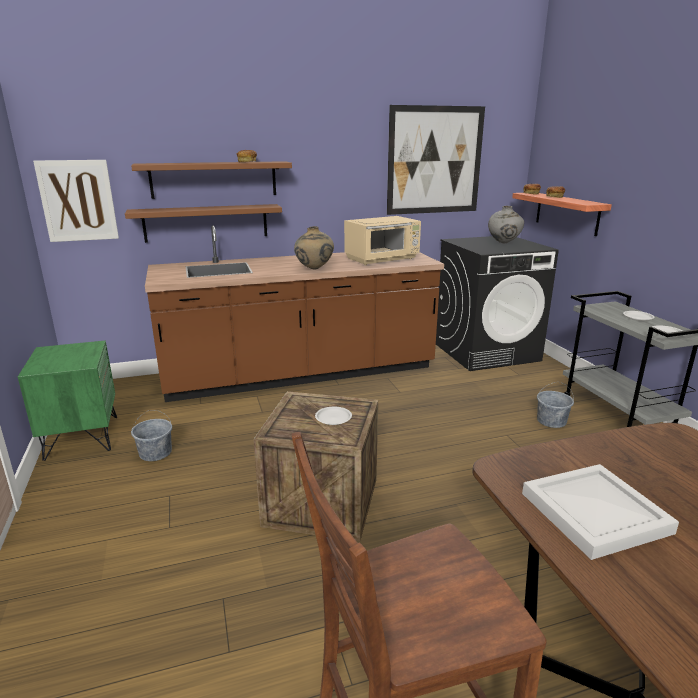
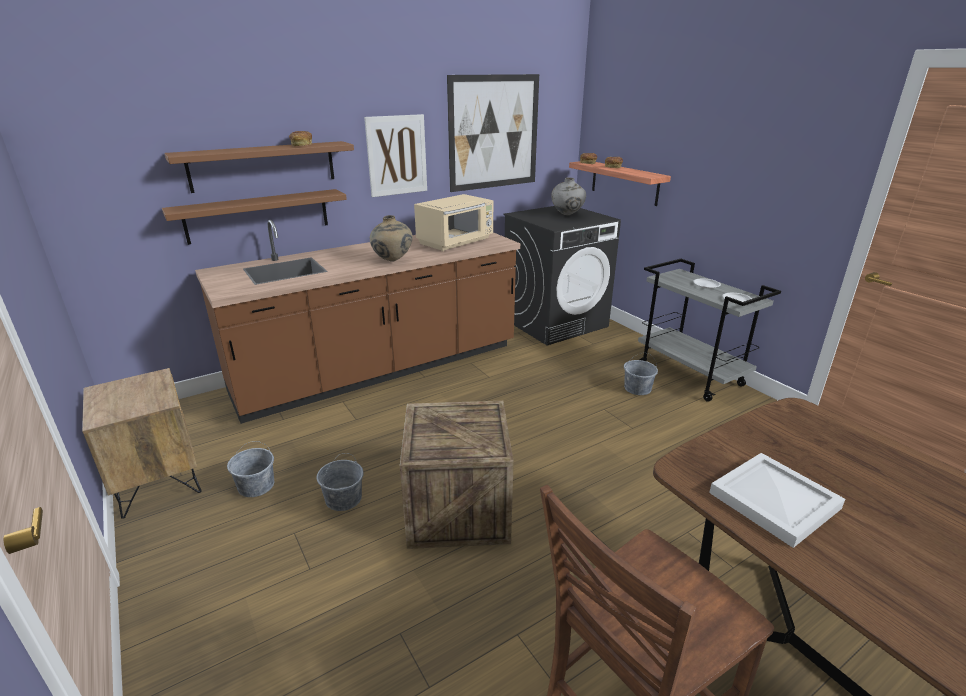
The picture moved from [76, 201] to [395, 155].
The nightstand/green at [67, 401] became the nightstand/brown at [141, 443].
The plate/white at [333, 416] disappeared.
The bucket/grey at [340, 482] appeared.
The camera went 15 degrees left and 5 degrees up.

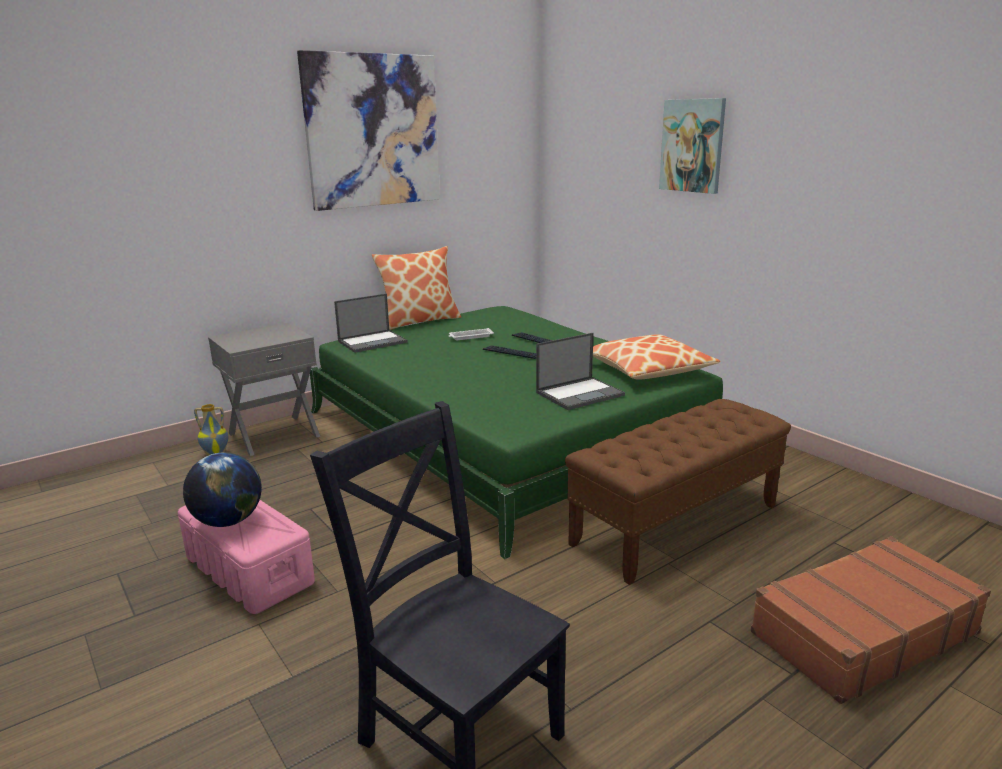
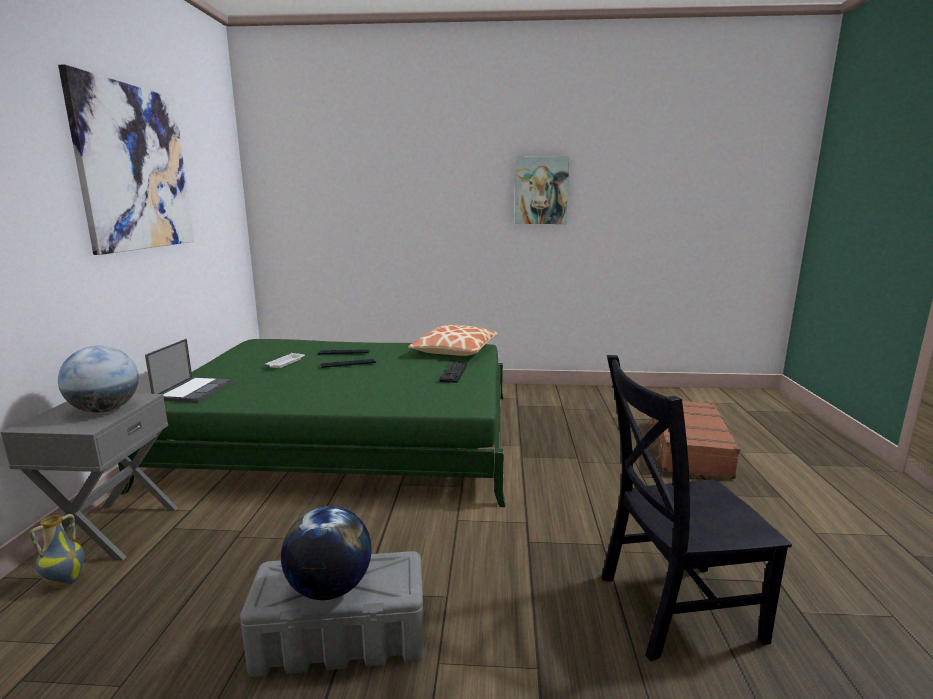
The picture moved from [692, 146] to [542, 190].
The pillow at [416, 288] disappeared.
The laptop at [580, 371] was replaced by the keyboard at [453, 372].
The bench/brown at [678, 492] disappeared.
The storage box/pink at [246, 557] became the storage box/grey at [332, 614].
The globe at [98, 379] appeared.
The camera went 50 degrees left and 5 degrees down.

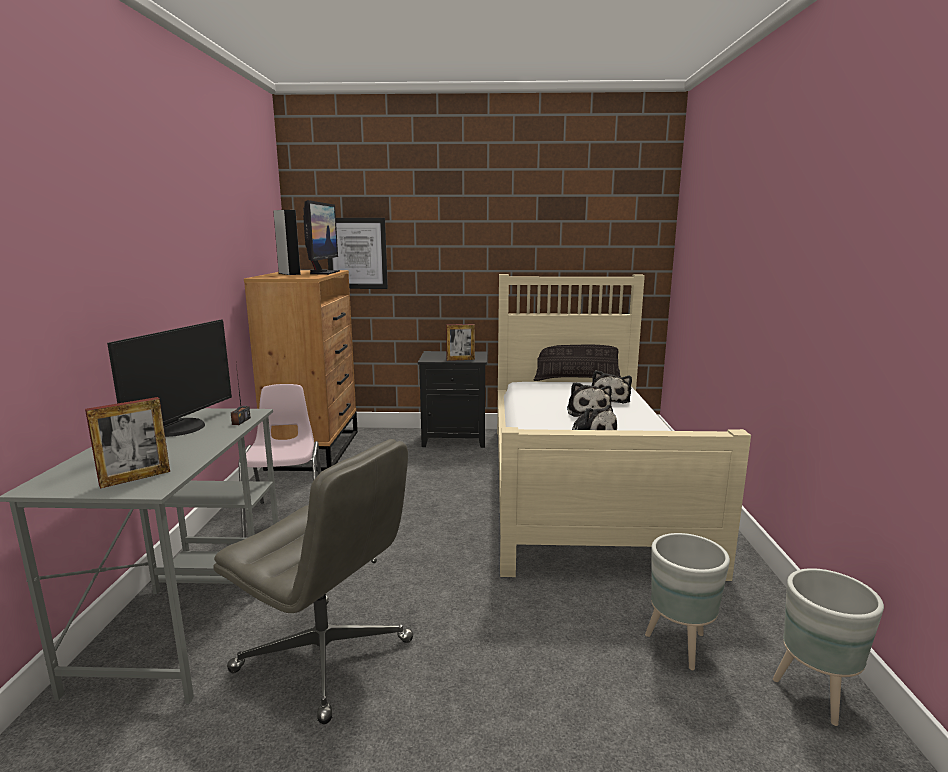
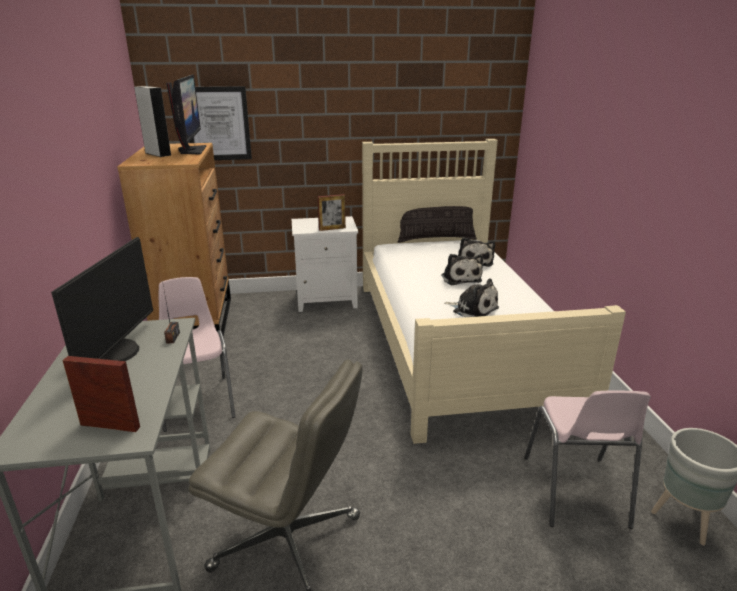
The nightstand/black at [452, 399] became the nightstand/white at [325, 264].
The picture frame at [127, 443] turned 120 degrees counterclockwise.
The planter/grey at [687, 601] was replaced by the chair/pink at [587, 460].
The camera went 10 degrees left and 10 degrees up.

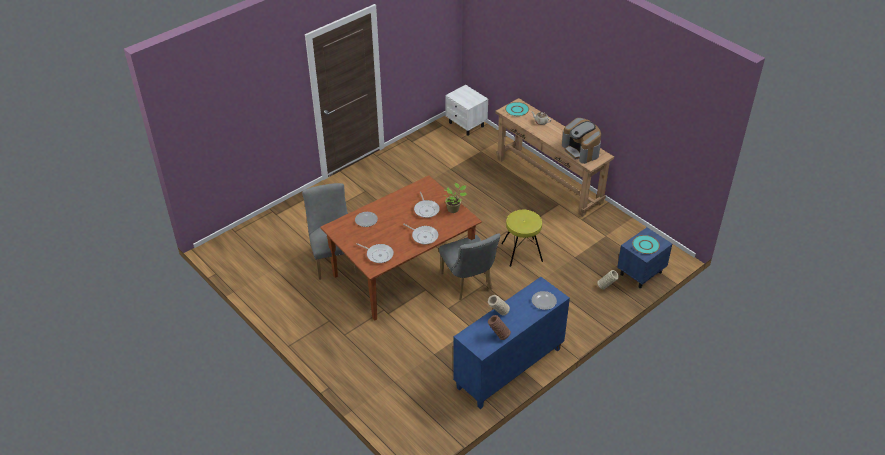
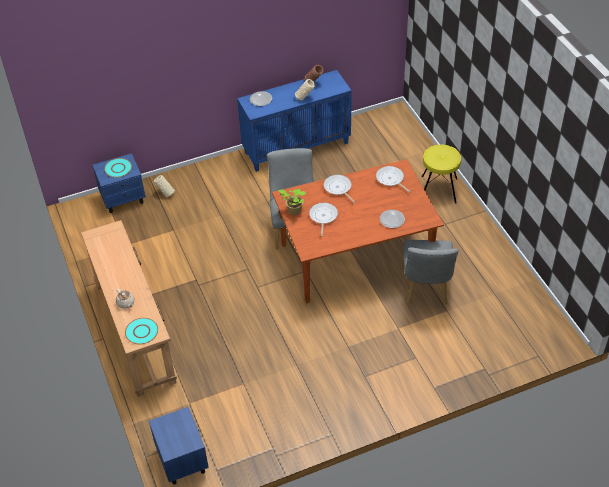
The nightstand/white at [467, 110] became the nightstand/blue at [179, 446].
The coffee machine at [581, 141] disappeared.
The stool/yellow moved from [522, 238] to [441, 174].
The camera went 160 degrees left and 5 degrees up.

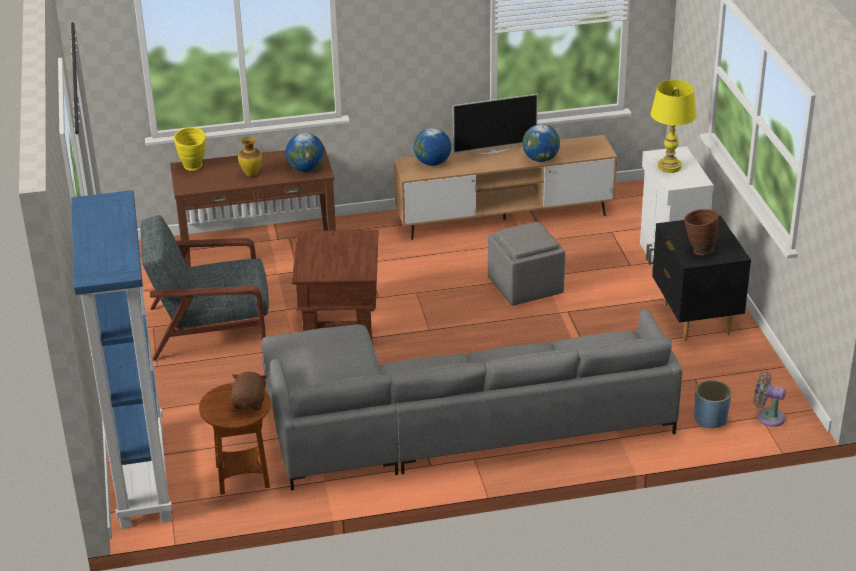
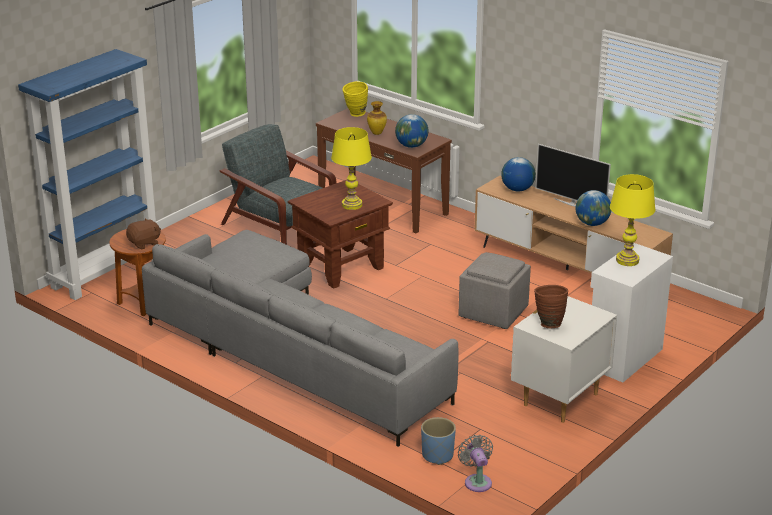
The nightstand/black at [701, 278] became the nightstand/white at [564, 359].
The table lamp/yellow at [351, 168] appeared.
The camera went 50 degrees right and 5 degrees down.

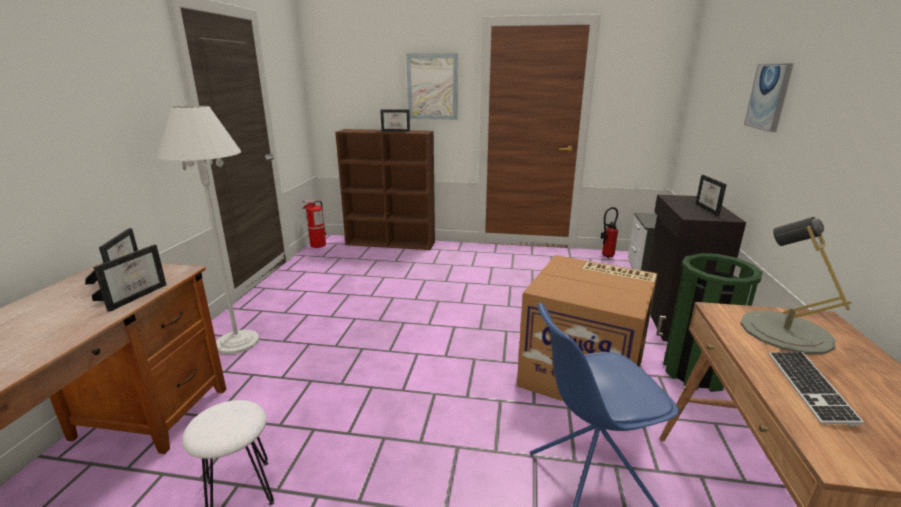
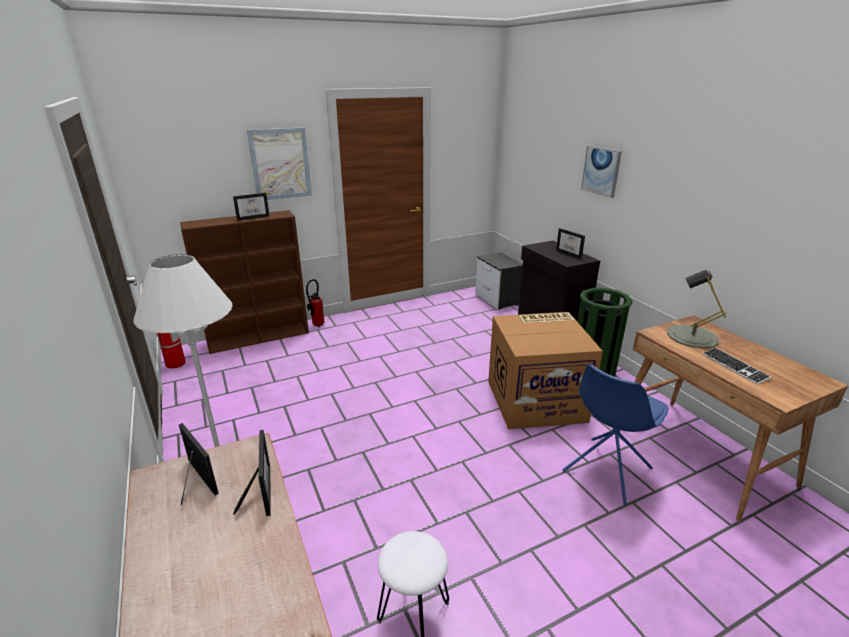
The fire extinguisher moved from [609, 232] to [315, 303].
The camera went 35 degrees left and 5 degrees up.

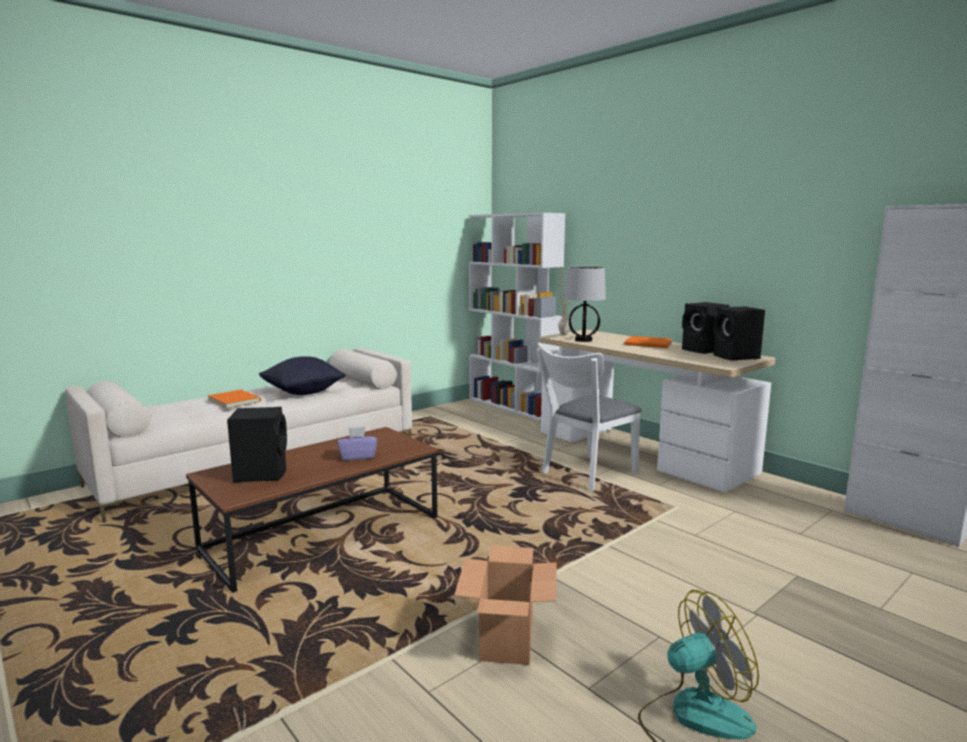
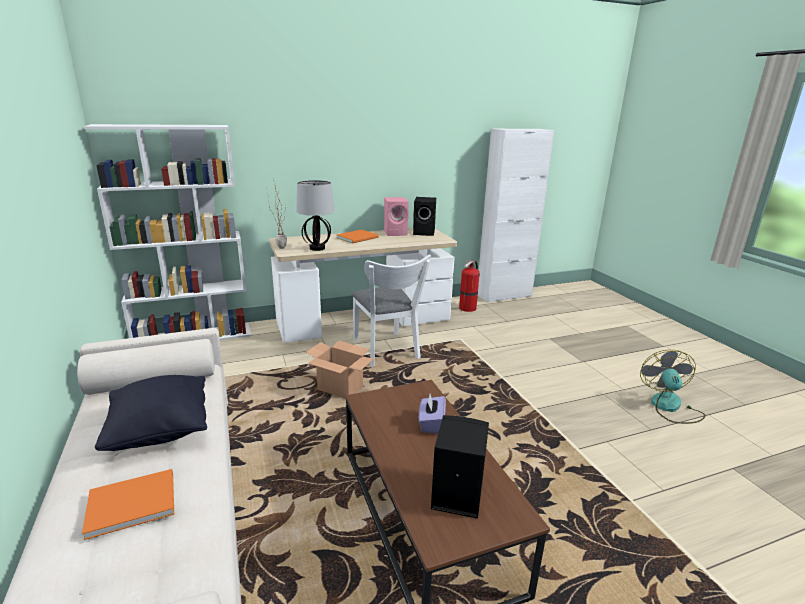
The speaker/black at [705, 328] became the speaker/pink at [396, 216].
The cardboard box moved from [505, 605] to [340, 370].
The fire extinguisher at [469, 286] appeared.
The camera went 70 degrees left and 10 degrees up.

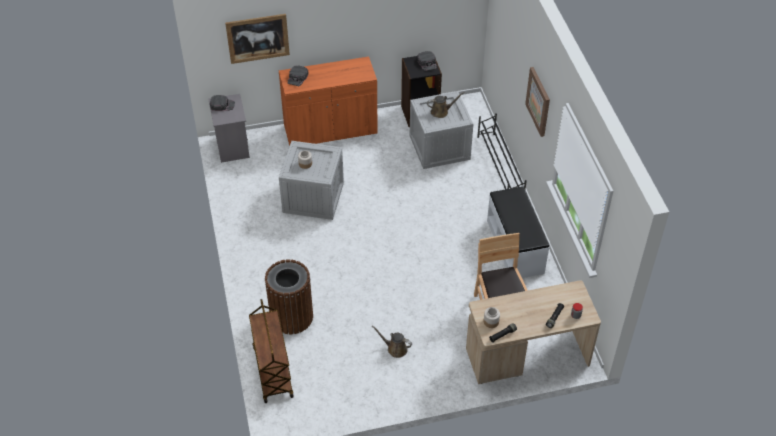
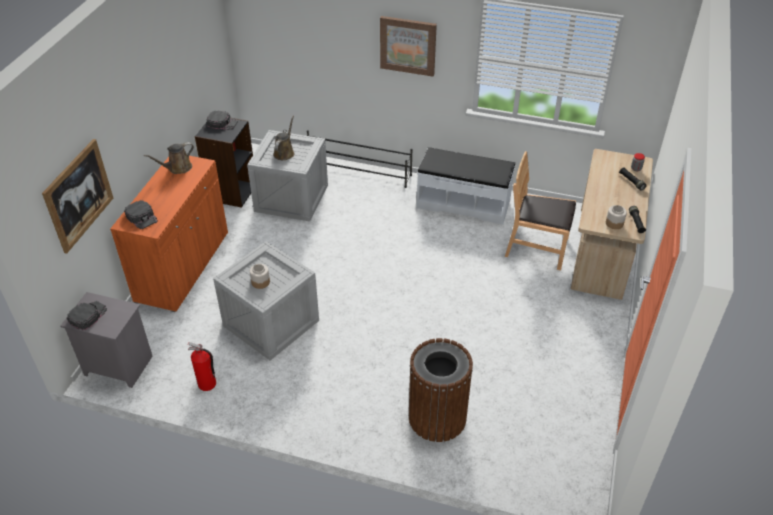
The cart/brown at [271, 351] disappeared.
The watering can/brown moved from [392, 341] to [169, 158].
The fire extinguisher at [202, 366] appeared.
The camera went 60 degrees left and 5 degrees down.

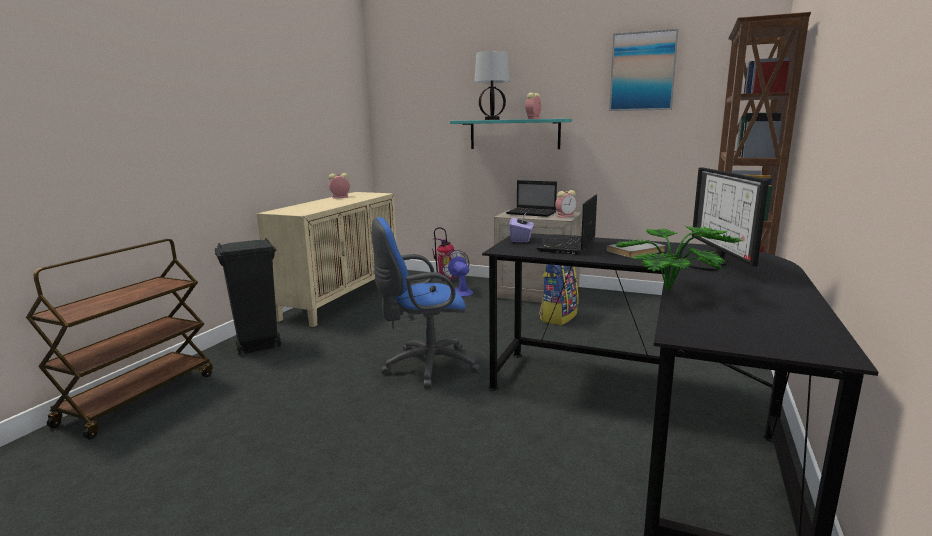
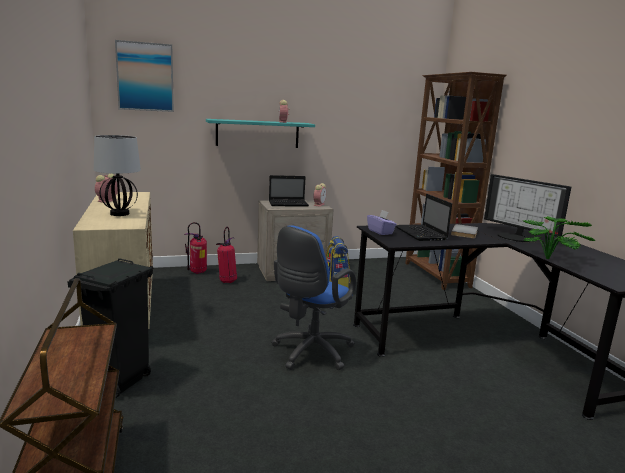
The picture moved from [644, 70] to [144, 76].
The table lamp moved from [492, 85] to [117, 175].
The fan at [457, 273] was replaced by the fire extinguisher at [226, 255].
The camera went 40 degrees left and 0 degrees up.

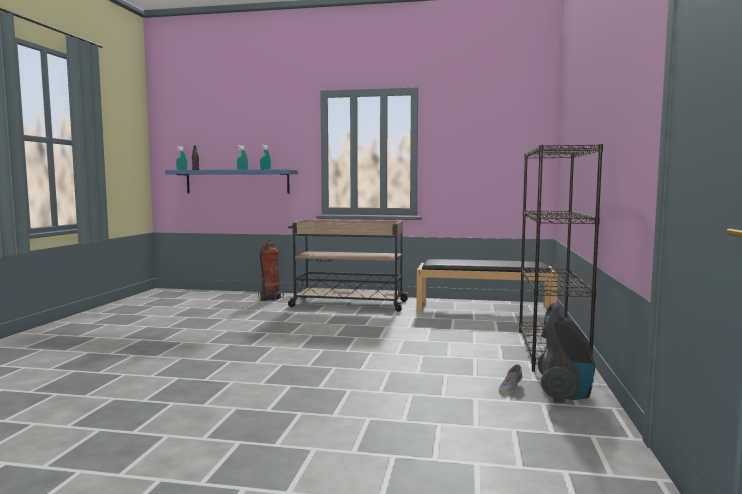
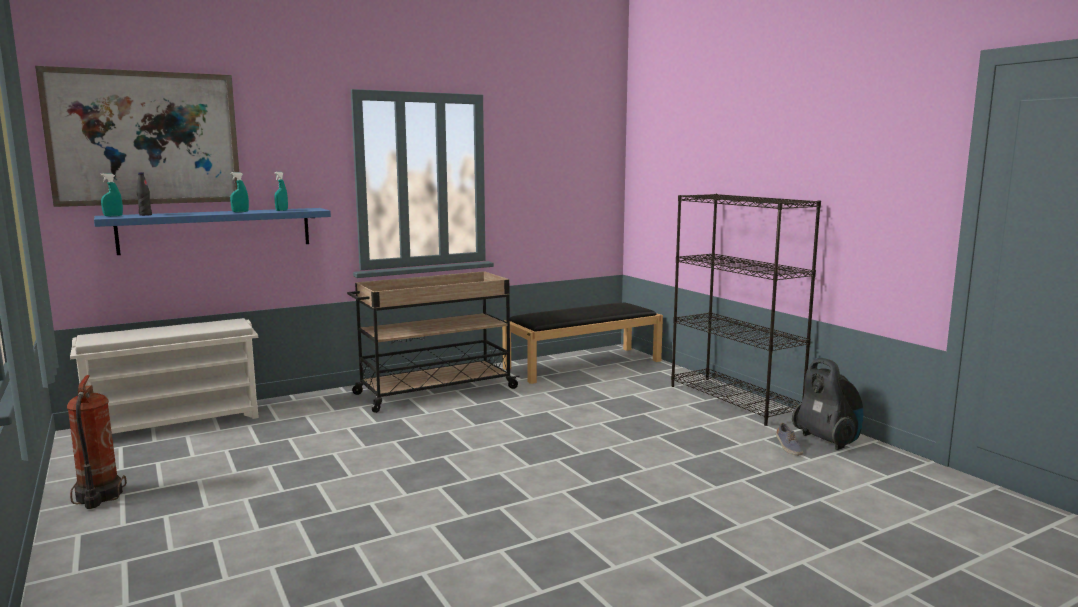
The fire extinguisher moved from [271, 269] to [97, 442].
The picture at [137, 136] appeared.
The shoe rack/white at [164, 376] appeared.
The camera went 40 degrees left and 5 degrees up.

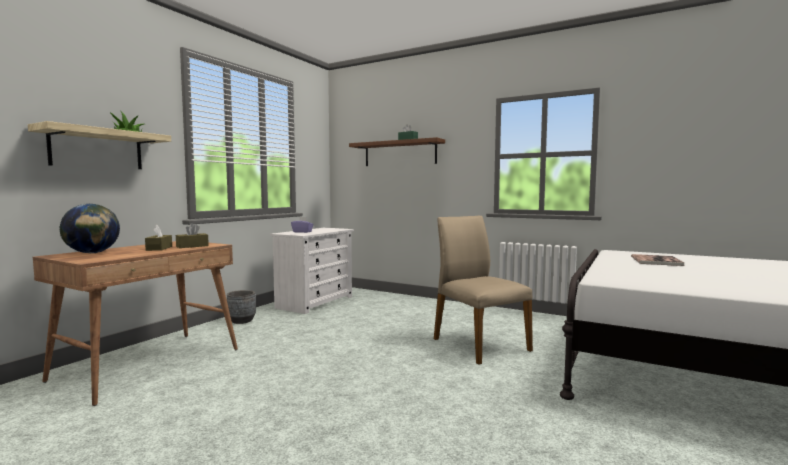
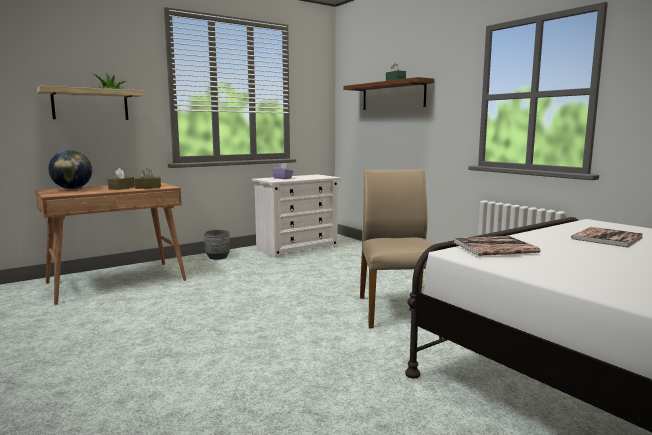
The book at [497, 246] appeared.
The camera went 25 degrees right and 5 degrees up.

